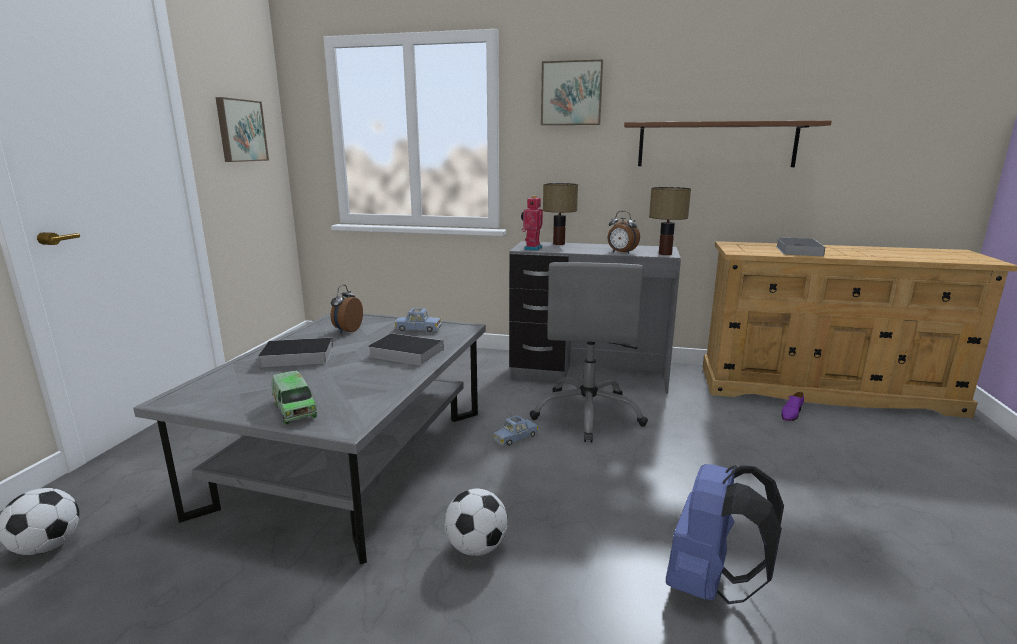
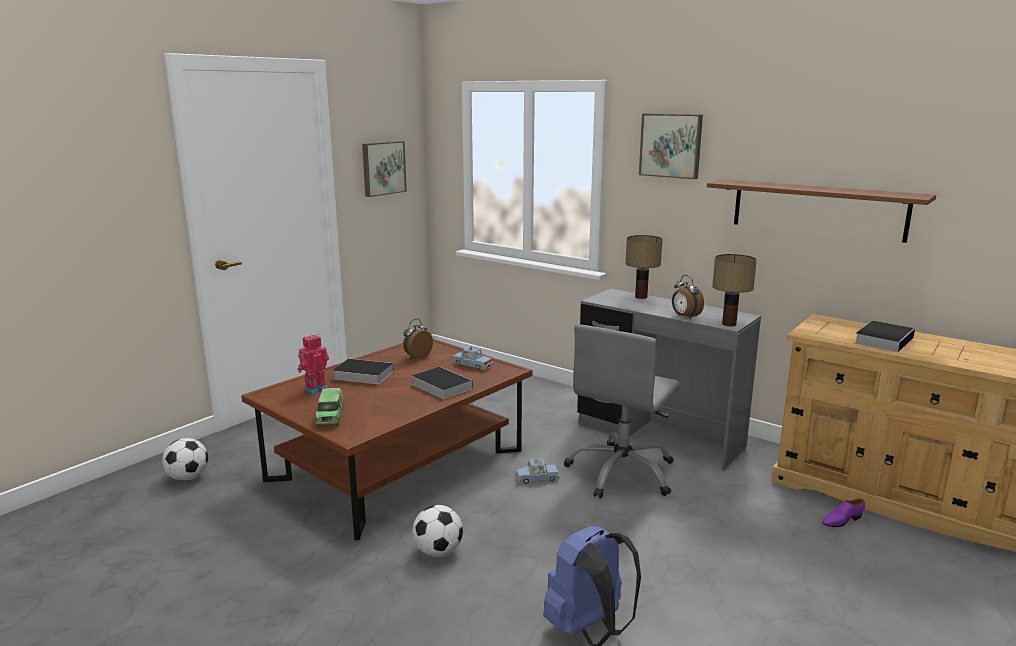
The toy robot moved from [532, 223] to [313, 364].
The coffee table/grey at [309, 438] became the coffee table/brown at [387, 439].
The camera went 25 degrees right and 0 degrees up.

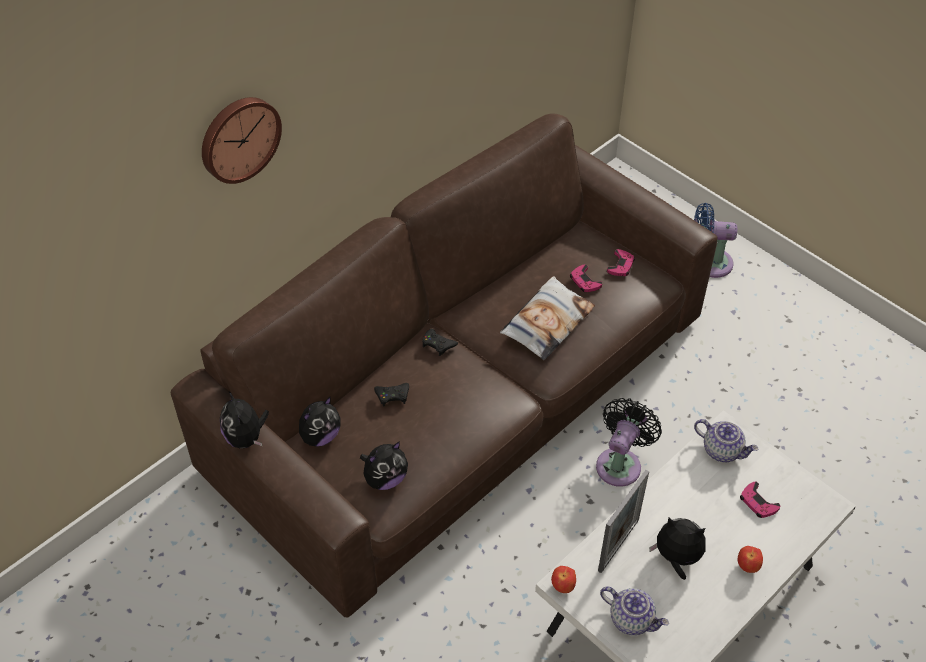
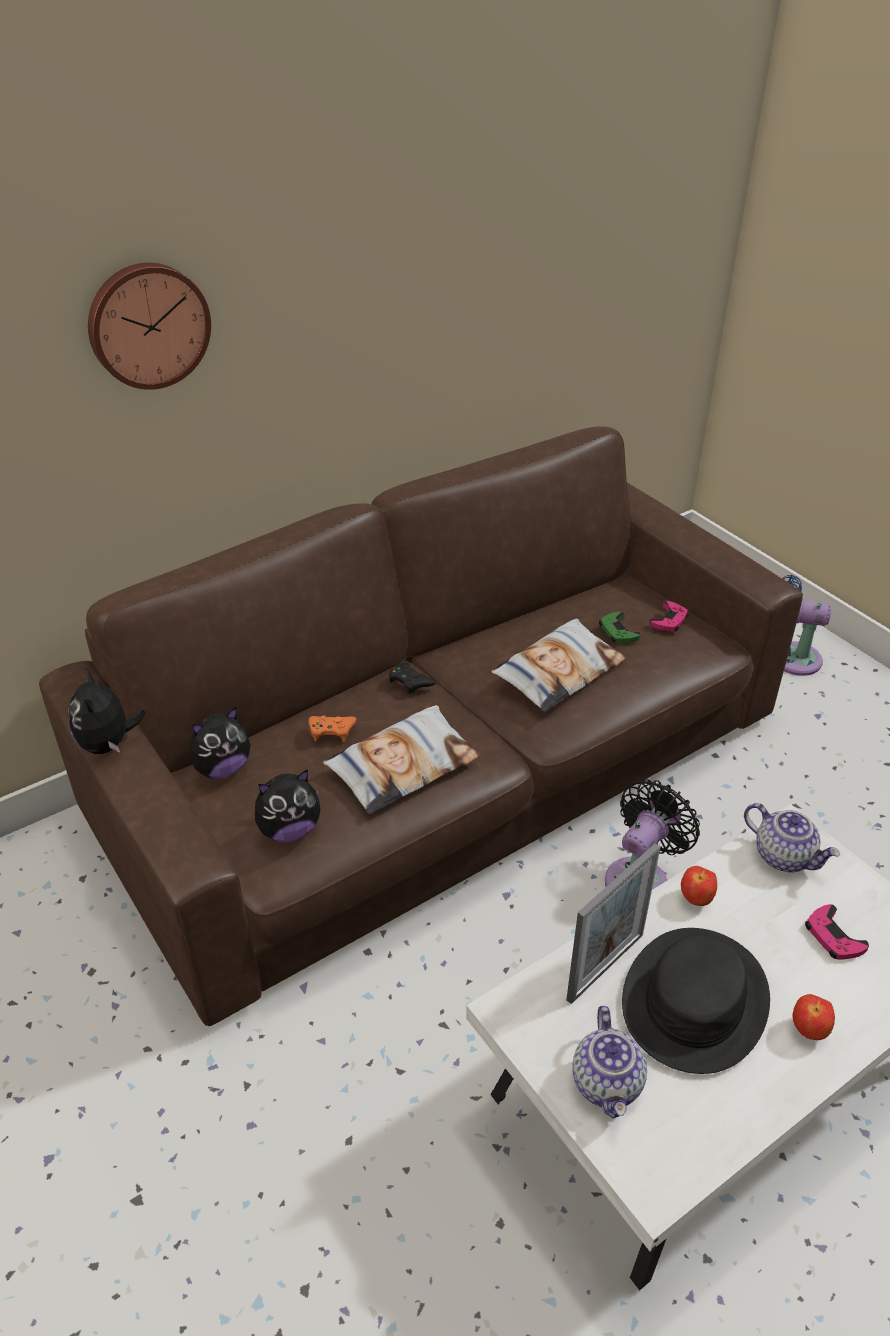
The game controller/pink at [586, 278] became the game controller/green at [619, 627].
The game controller/black at [391, 395] became the game controller/orange at [332, 728].
The plush toy at [677, 548] was replaced by the hat/black at [696, 1001].
The apple moved from [563, 579] to [699, 886].
The teapot at [634, 611] turned 45 degrees clockwise.
The pillow at [401, 759] appeared.
The camera went 10 degrees right and 10 degrees down.

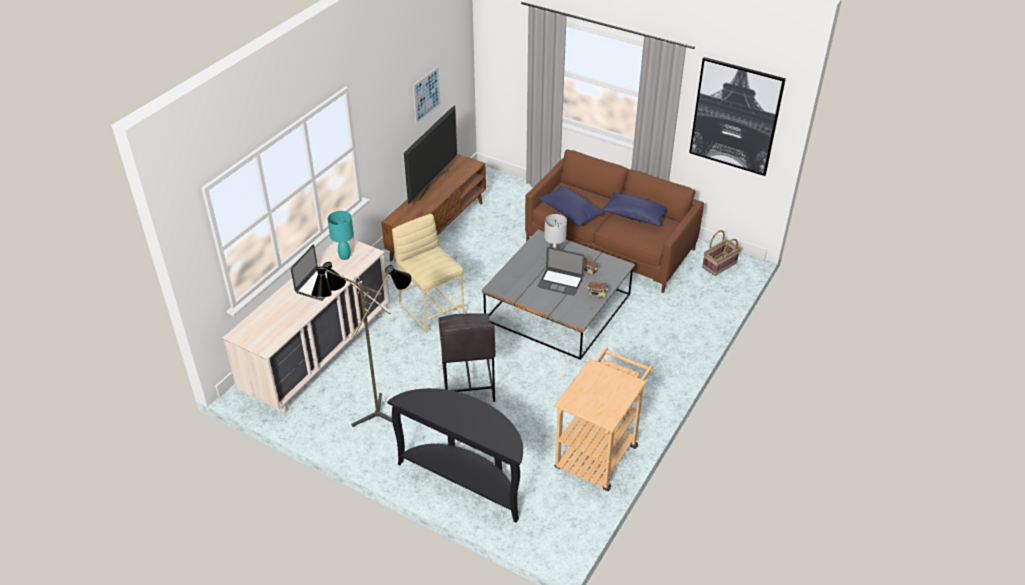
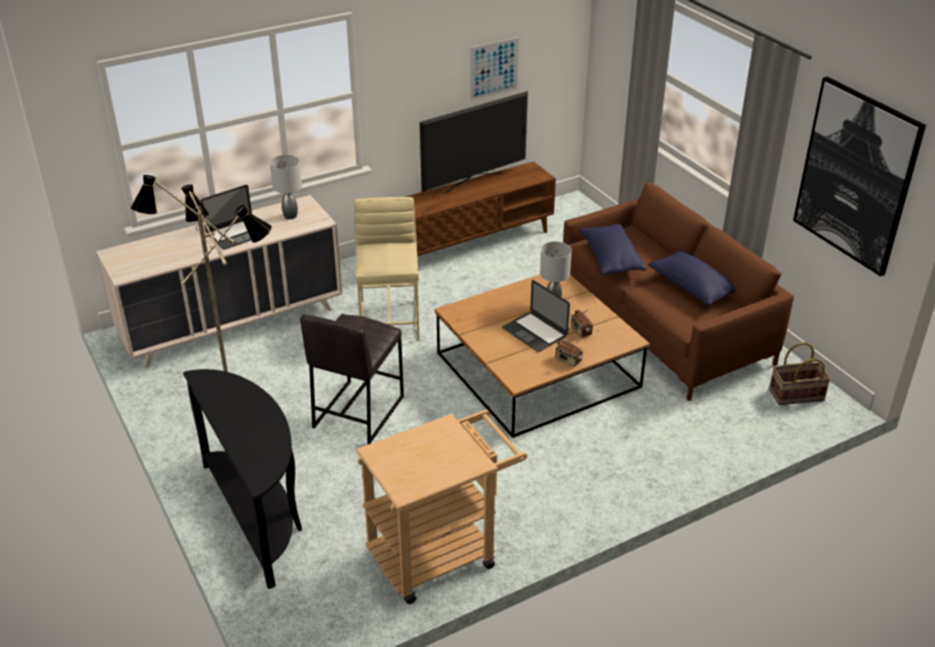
The table lamp/turquoise at [341, 235] became the table lamp/grey at [286, 187].
The coffee table/grey at [558, 295] became the coffee table/brown at [542, 356].
The camera went 30 degrees right and 5 degrees down.

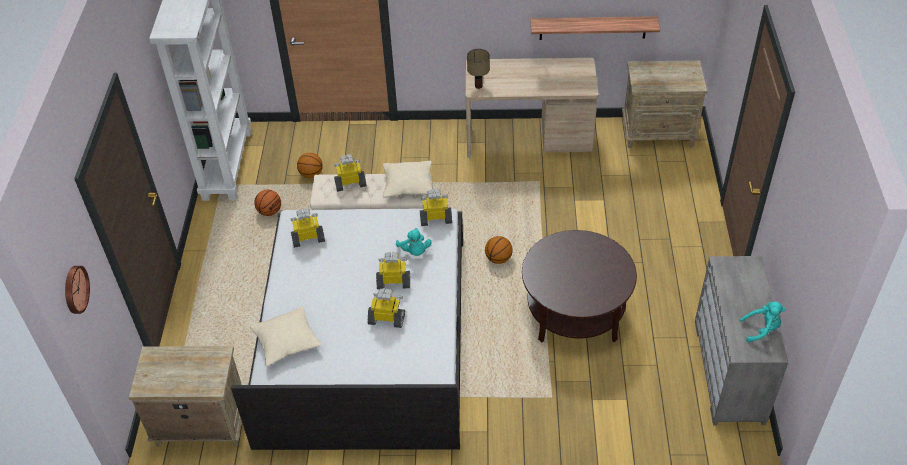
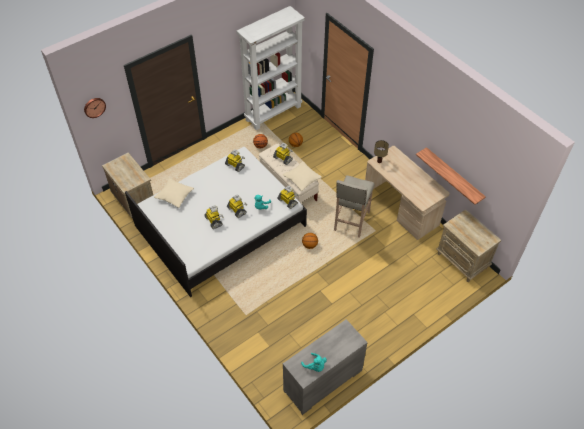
The coffee table/brown at [579, 286] disappeared.
The stool/beige at [354, 206] appeared.
The camera went 50 degrees right and 5 degrees up.

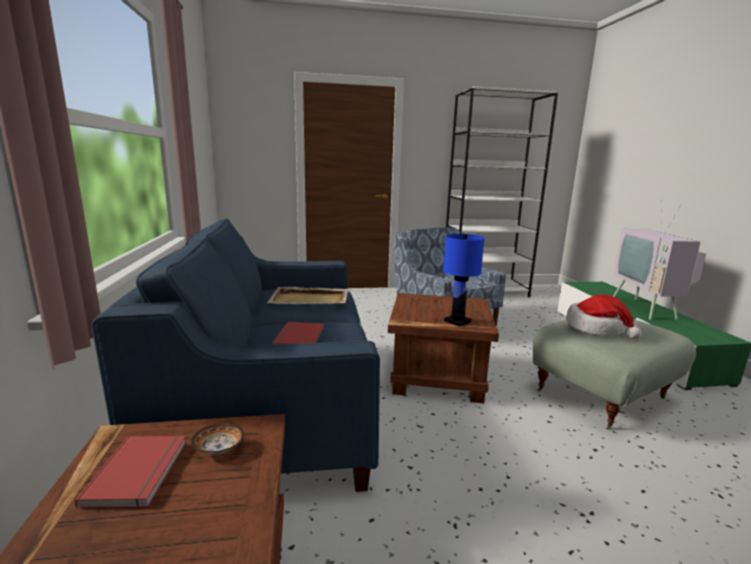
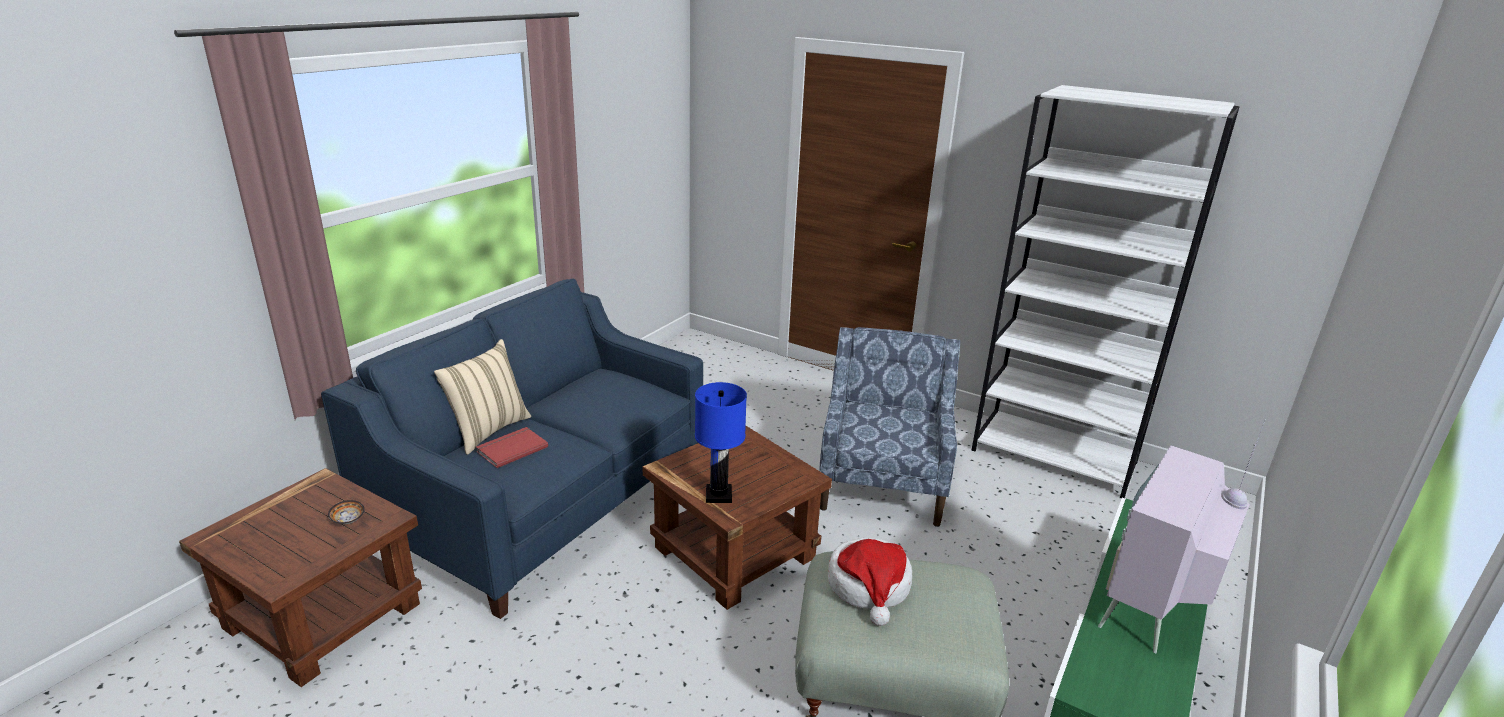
The tray/beige at [308, 295] disappeared.
The book/red at [130, 471] disappeared.
The pillow/beige at [482, 397] appeared.
The camera went 40 degrees right and 10 degrees up.

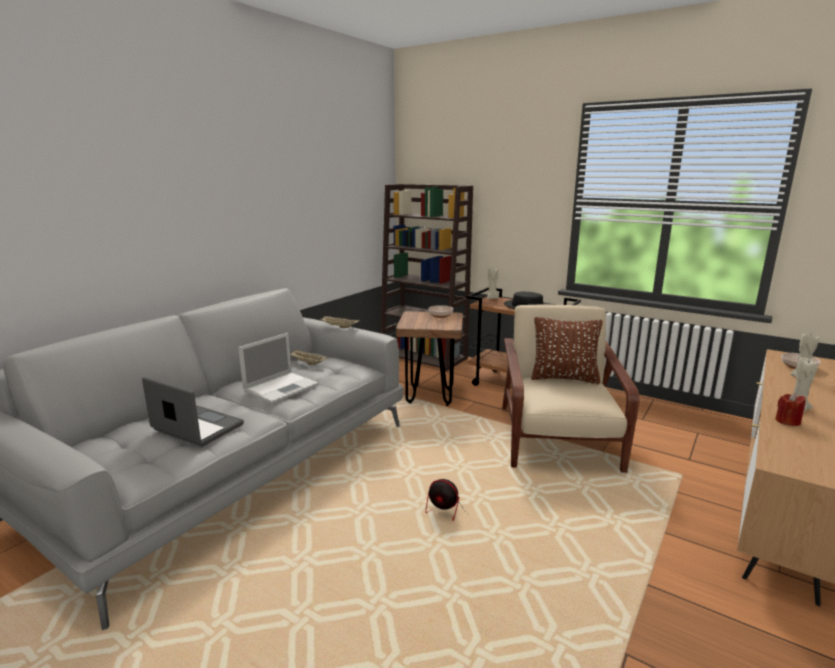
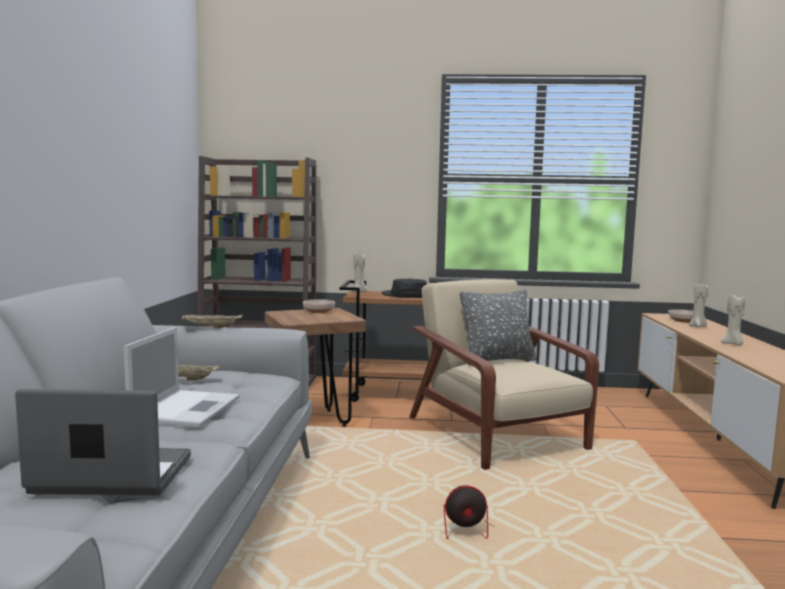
The pillow/brown at [567, 350] became the pillow/grey at [498, 327].
The candle/red at [790, 409] disappeared.
The camera went 30 degrees left and 10 degrees down.

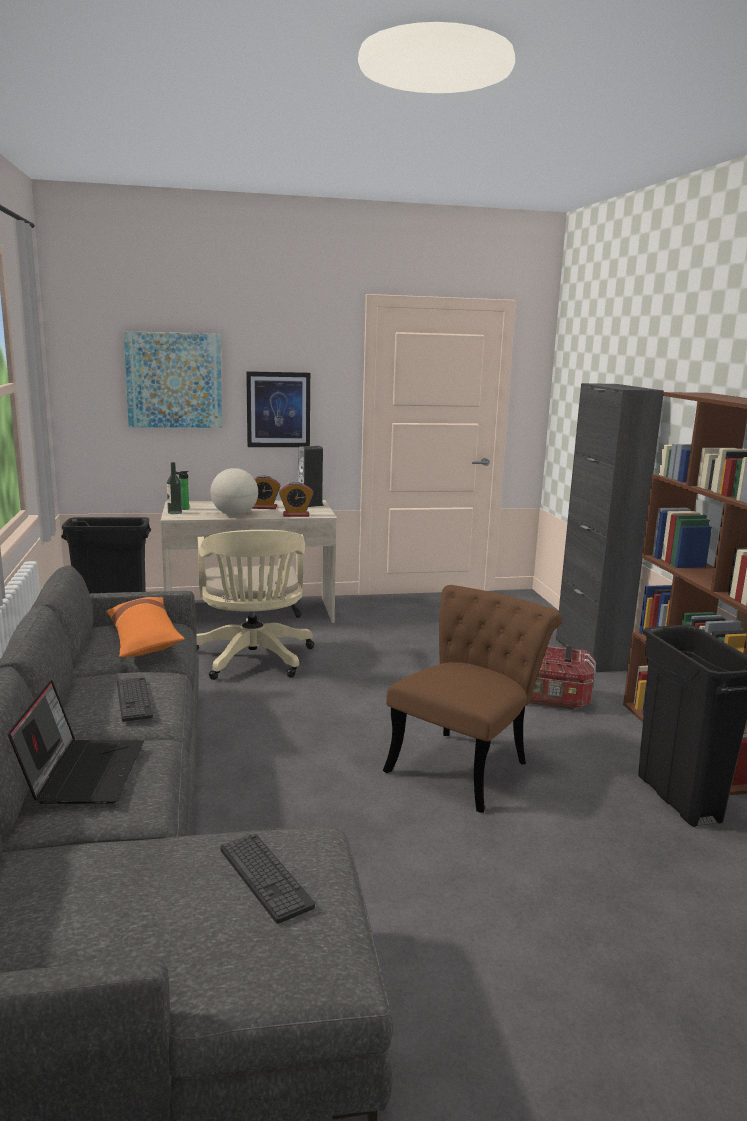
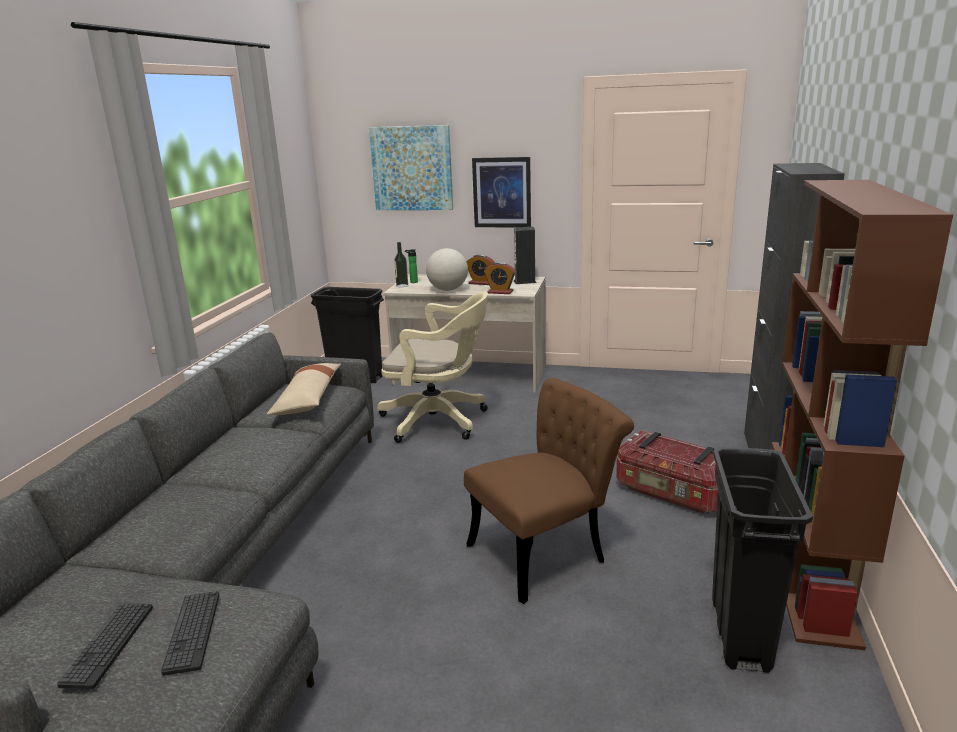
The office chair/beige at [255, 605] turned 90 degrees counterclockwise.
The pillow/orange at [145, 627] became the pillow/beige at [304, 389].
The keyboard moved from [135, 699] to [105, 646].
The laptop at [76, 742] disappeared.
The camera went 25 degrees right and 5 degrees up.

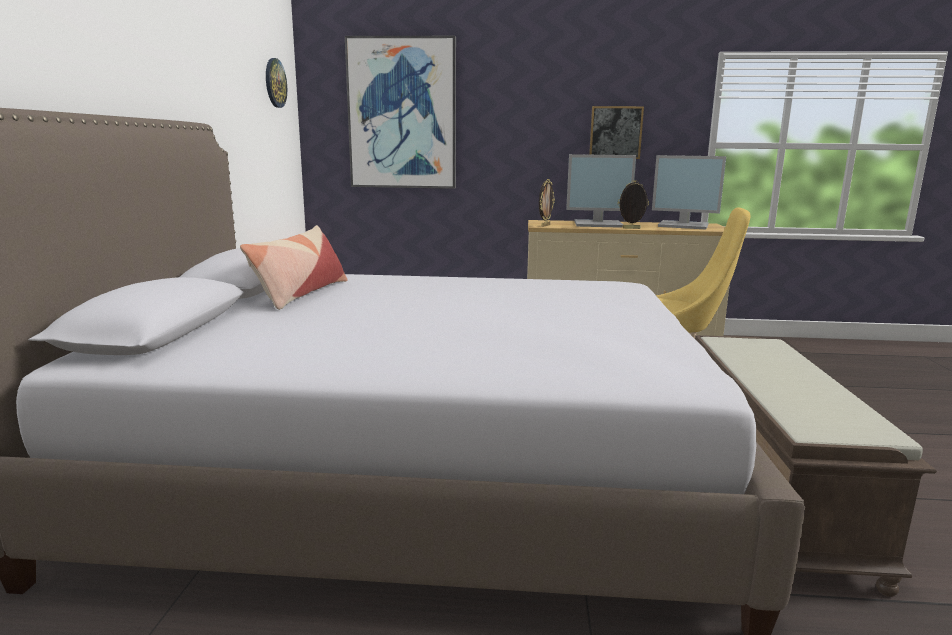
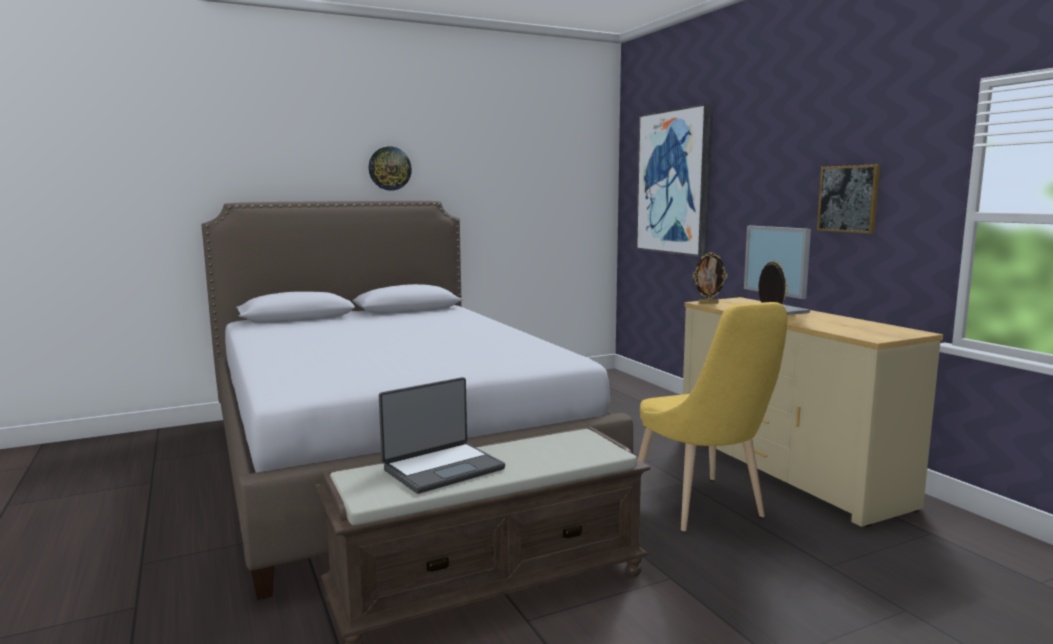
The wall clock moved from [276, 83] to [390, 168].
The monitor at [689, 192] disappeared.
The pillow at [294, 267] disappeared.
The laptop at [442, 435] appeared.
The camera went 60 degrees right and 5 degrees down.

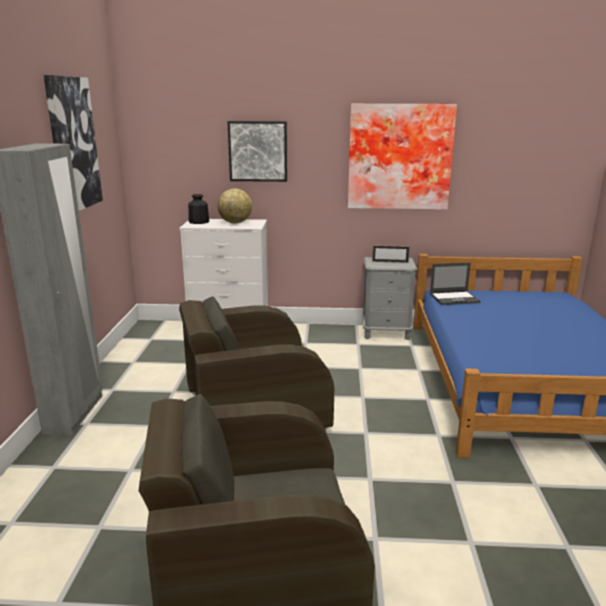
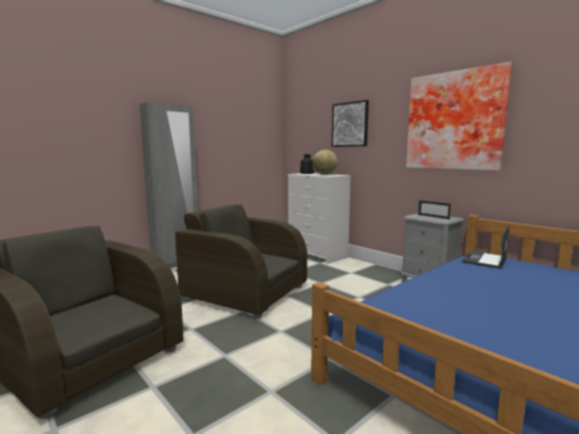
The picture at [73, 143] disappeared.
The laptop at [455, 283] turned 90 degrees clockwise.
The camera went 45 degrees right and 10 degrees down.

